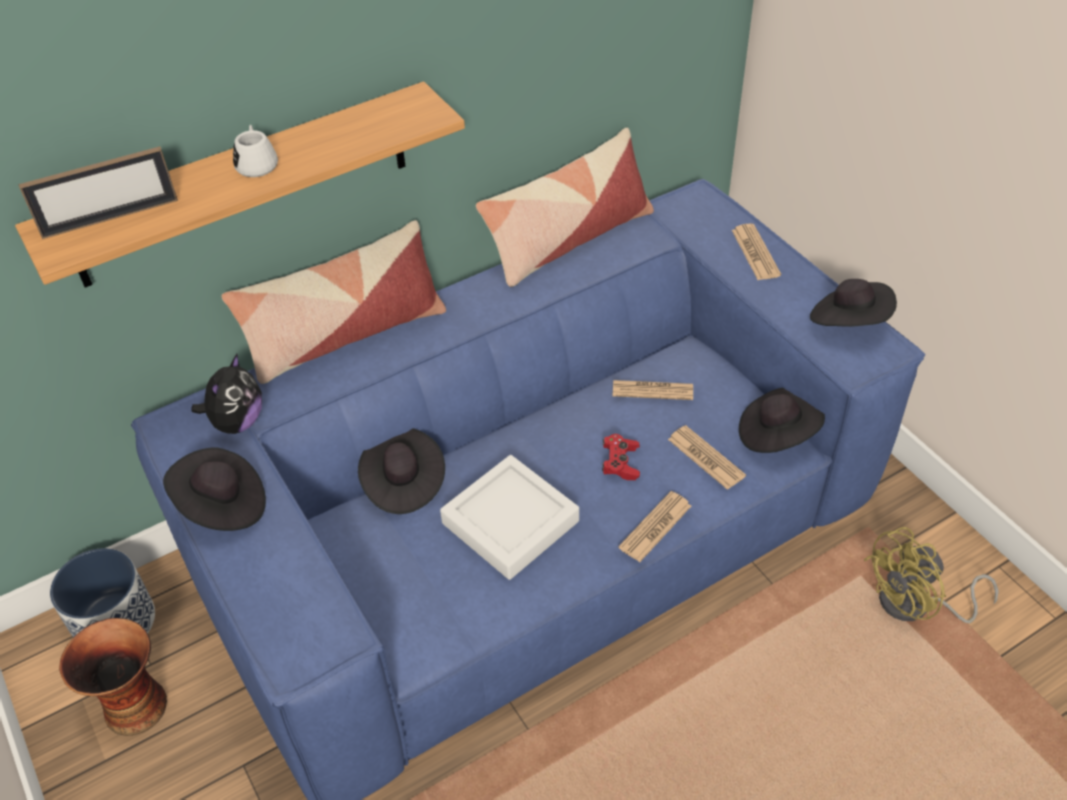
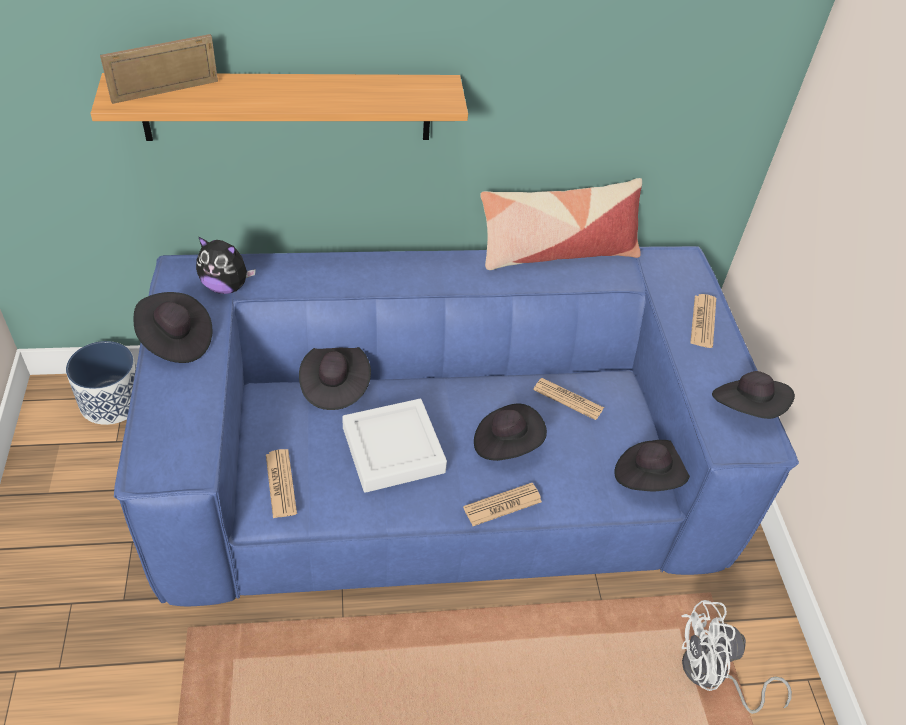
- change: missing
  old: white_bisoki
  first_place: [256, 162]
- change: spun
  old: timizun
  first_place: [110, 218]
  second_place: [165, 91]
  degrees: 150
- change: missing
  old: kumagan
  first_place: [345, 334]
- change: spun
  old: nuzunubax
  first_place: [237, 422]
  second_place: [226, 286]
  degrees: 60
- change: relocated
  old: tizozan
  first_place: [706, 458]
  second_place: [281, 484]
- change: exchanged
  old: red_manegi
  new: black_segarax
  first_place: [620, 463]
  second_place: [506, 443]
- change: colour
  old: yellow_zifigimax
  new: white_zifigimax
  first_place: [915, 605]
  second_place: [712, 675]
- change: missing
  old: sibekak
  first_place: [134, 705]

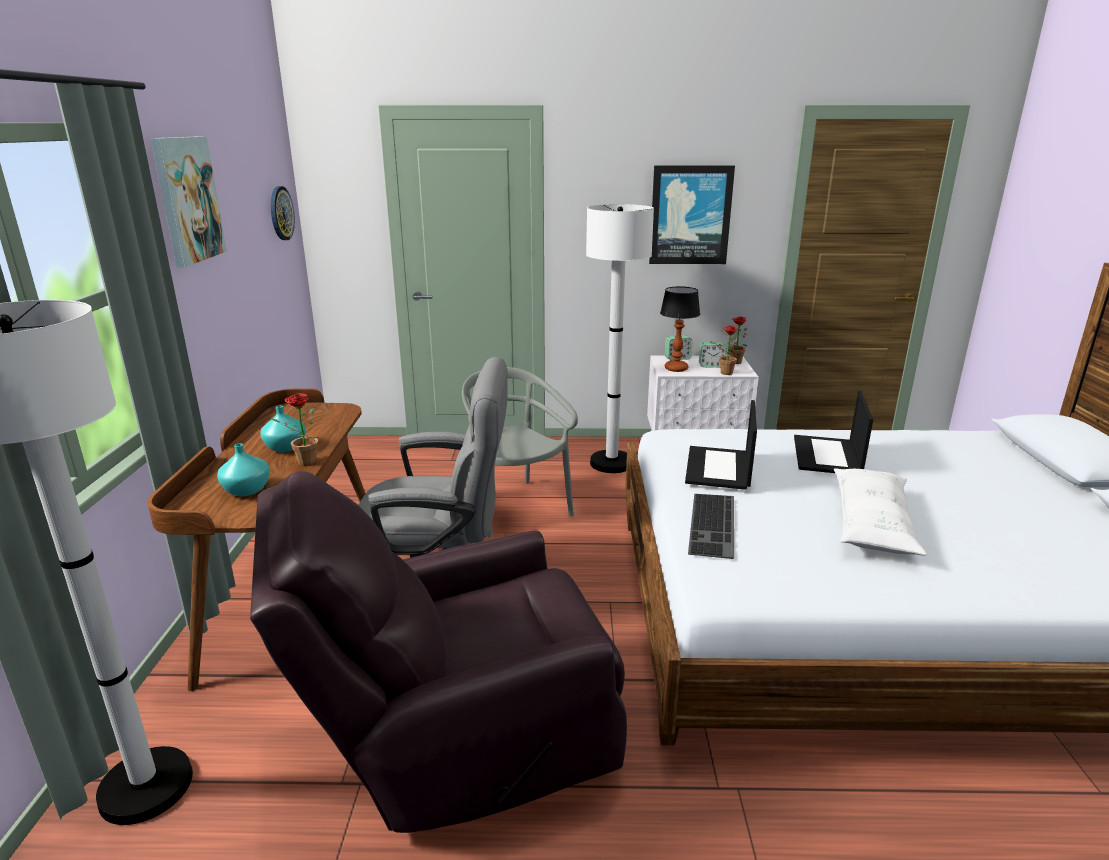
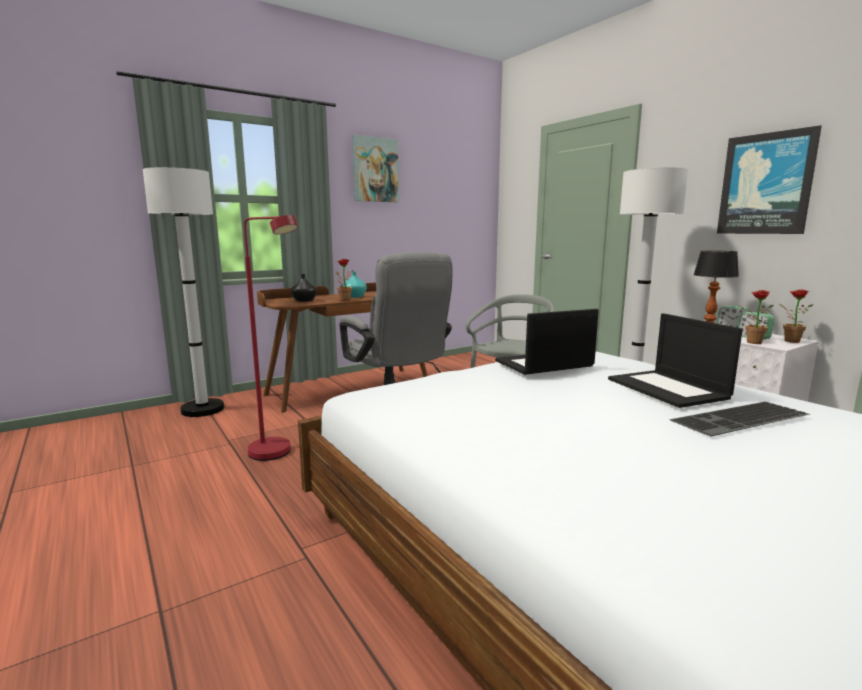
- change: missing
  old: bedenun
  first_place: [281, 213]
- change: spun
  old: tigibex
  first_place: [827, 456]
  second_place: [668, 389]
  degrees: -90
- change: colour
  old: turquoise_sibekak
  new: black_sibekak
  first_place: [246, 491]
  second_place: [304, 300]
- change: missing
  old: white_kumagan
  first_place: [872, 524]
- change: exchanged
  old: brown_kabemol
  new: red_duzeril
  first_place: [457, 741]
  second_place: [277, 454]
- change: relocated
  old: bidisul
  first_place: [714, 525]
  second_place: [741, 419]

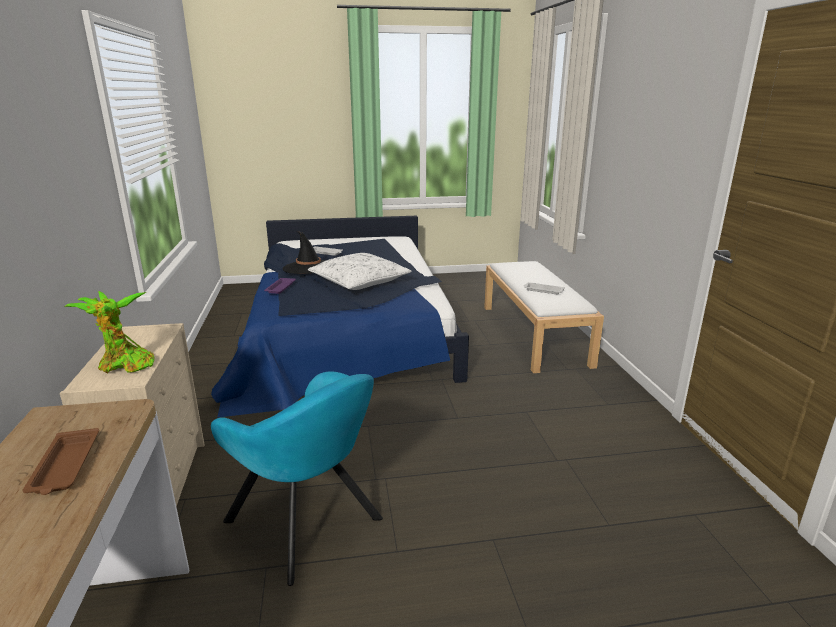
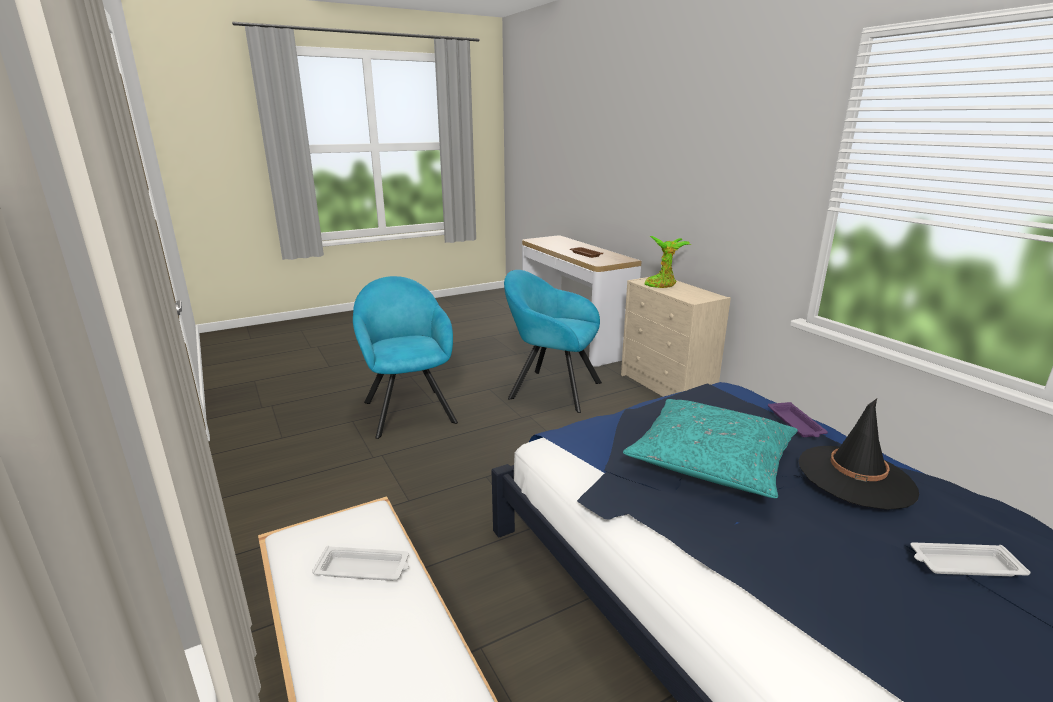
- change: colour
  old: white_kumagan
  new: turquoise_kumagan
  first_place: [359, 281]
  second_place: [710, 460]
- change: appeared
  new: turquoise_kabemol
  second_place: [408, 409]

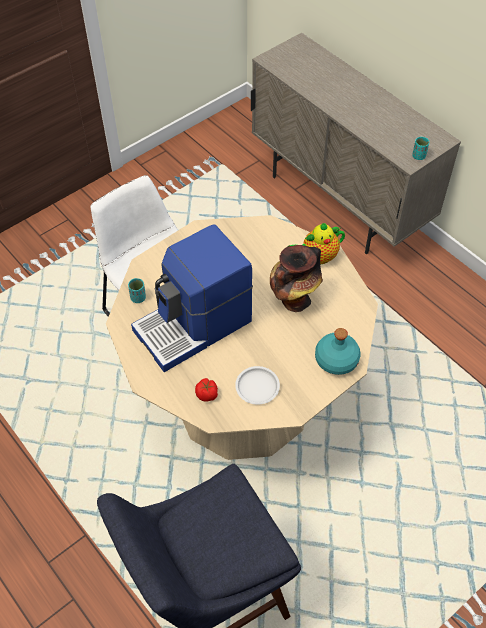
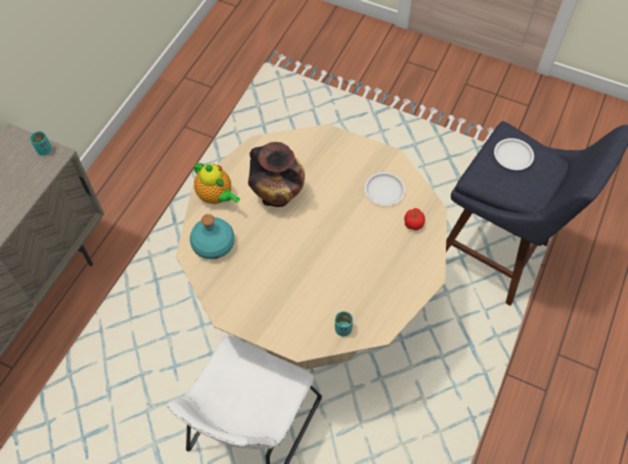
- change: missing
  old: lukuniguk
  first_place: [194, 326]
- change: relocated
  old: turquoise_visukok
  first_place: [336, 359]
  second_place: [213, 244]
- change: appeared
  new: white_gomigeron
  second_place: [513, 156]

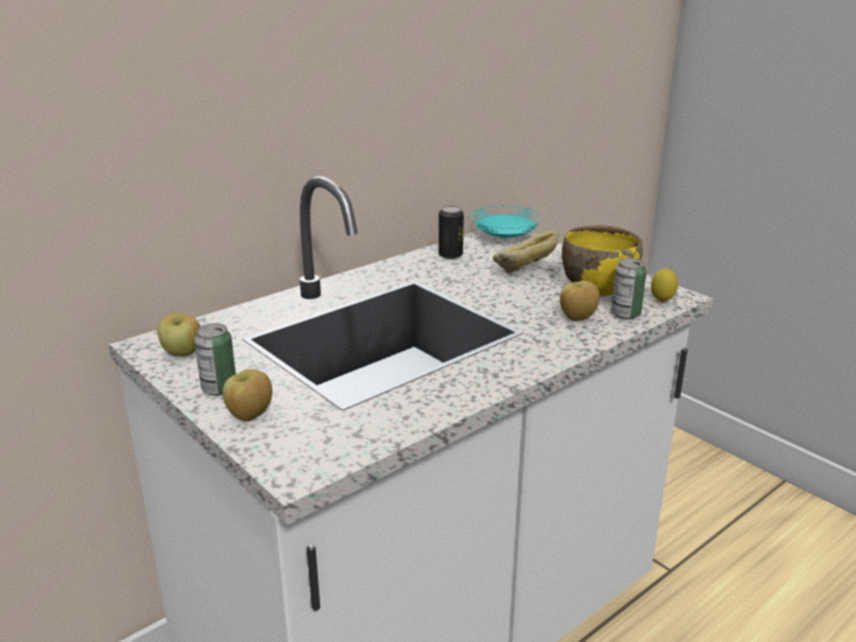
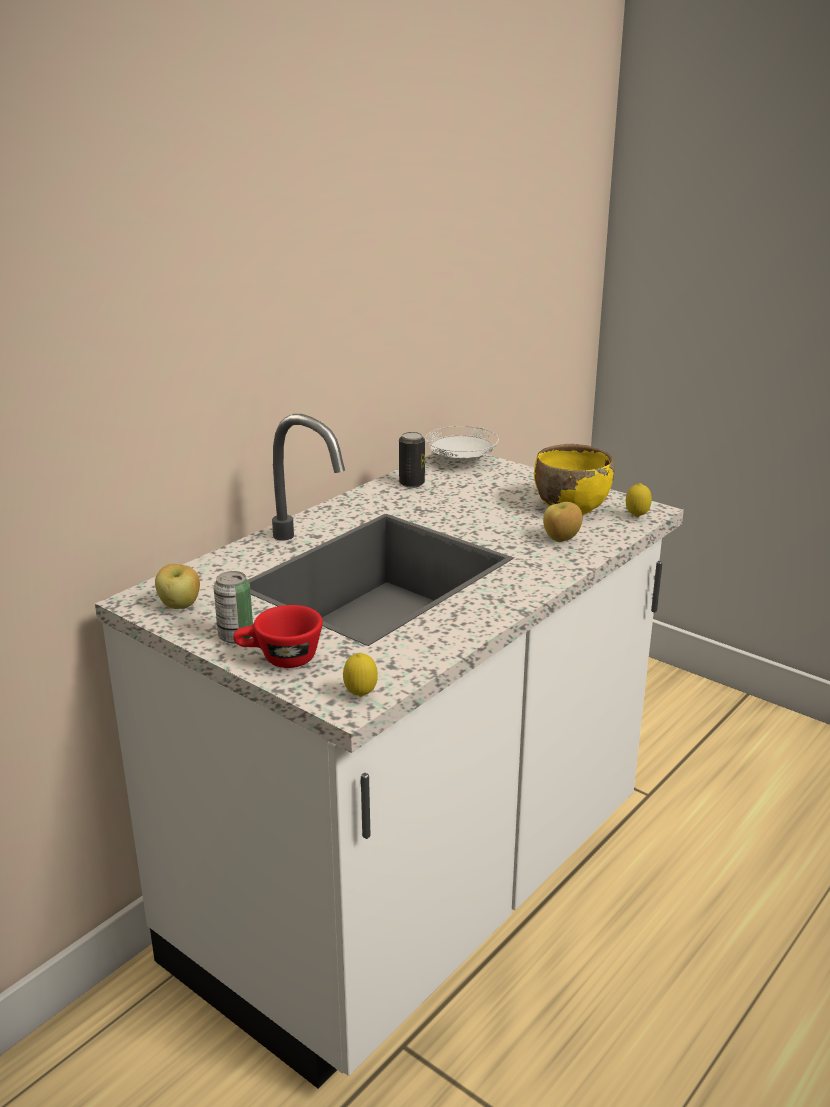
- change: colour
  old: turquoise_gomigeron
  new: white_gomigeron
  first_place: [504, 238]
  second_place: [460, 461]
- change: missing
  old: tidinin
  first_place: [525, 271]
- change: missing
  old: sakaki
  first_place: [625, 314]
- change: exchanged
  old: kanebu
  new: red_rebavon
  first_place: [250, 416]
  second_place: [279, 659]
- change: appeared
  new: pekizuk
  second_place: [360, 696]

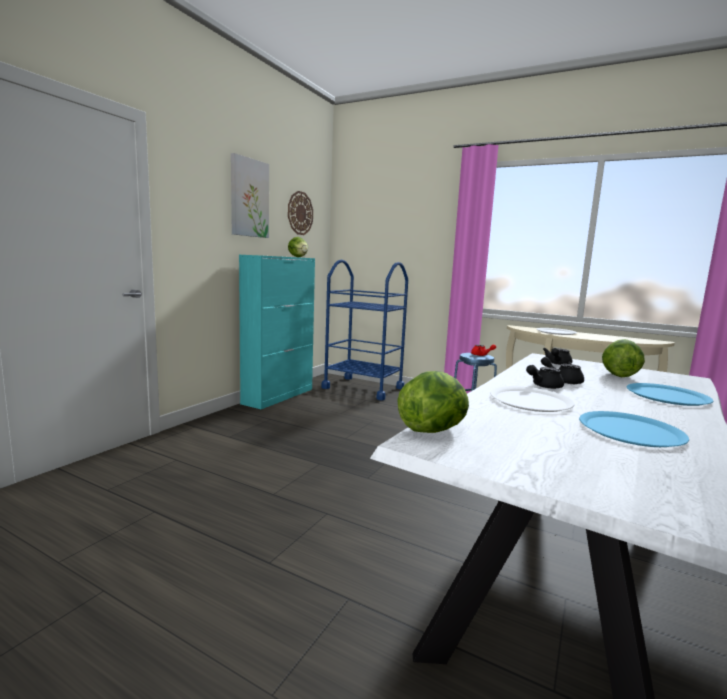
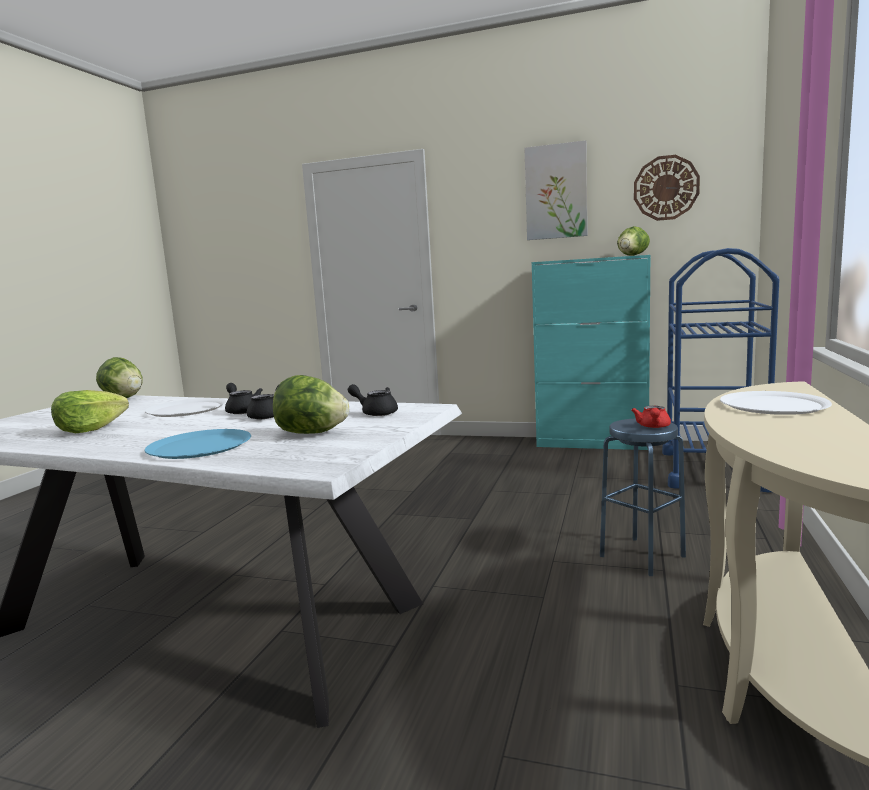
- change: exchanged
  old: blue_gomigeron
  new: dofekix
  first_place: [630, 431]
  second_place: [90, 429]

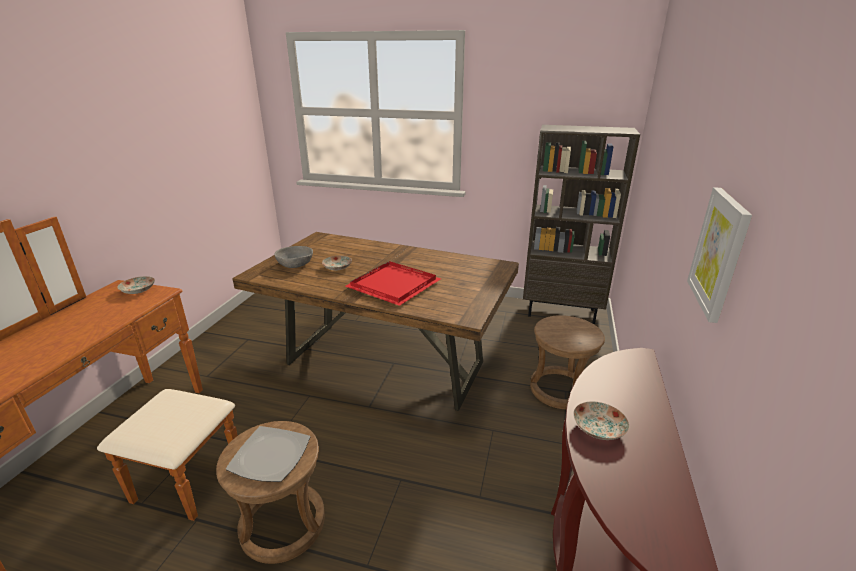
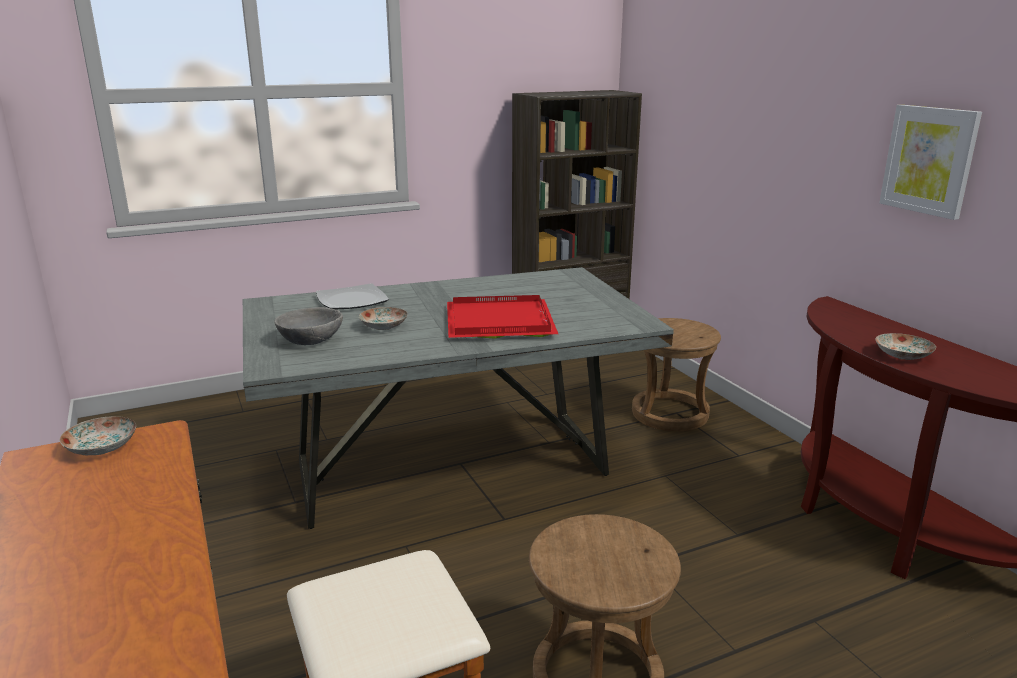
- change: colour
  old: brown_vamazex
  new: grey_vamazex
  first_place: [384, 364]
  second_place: [449, 469]
- change: relocated
  old: gomigeron
  first_place: [270, 455]
  second_place: [351, 300]

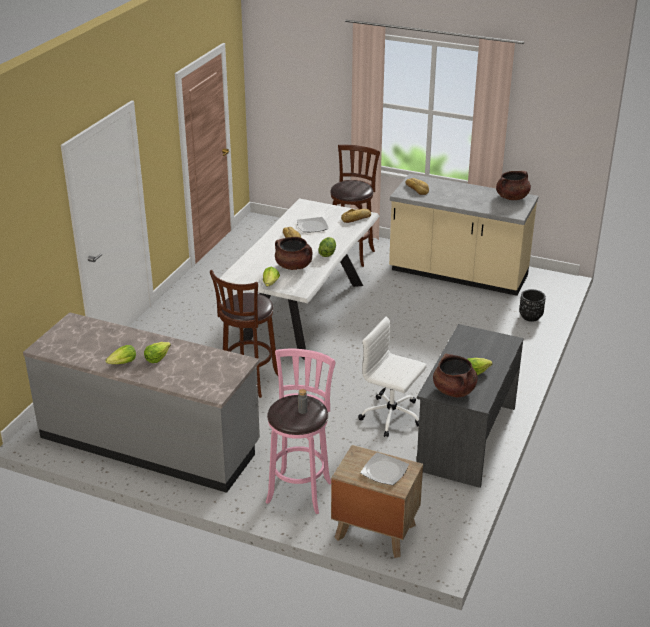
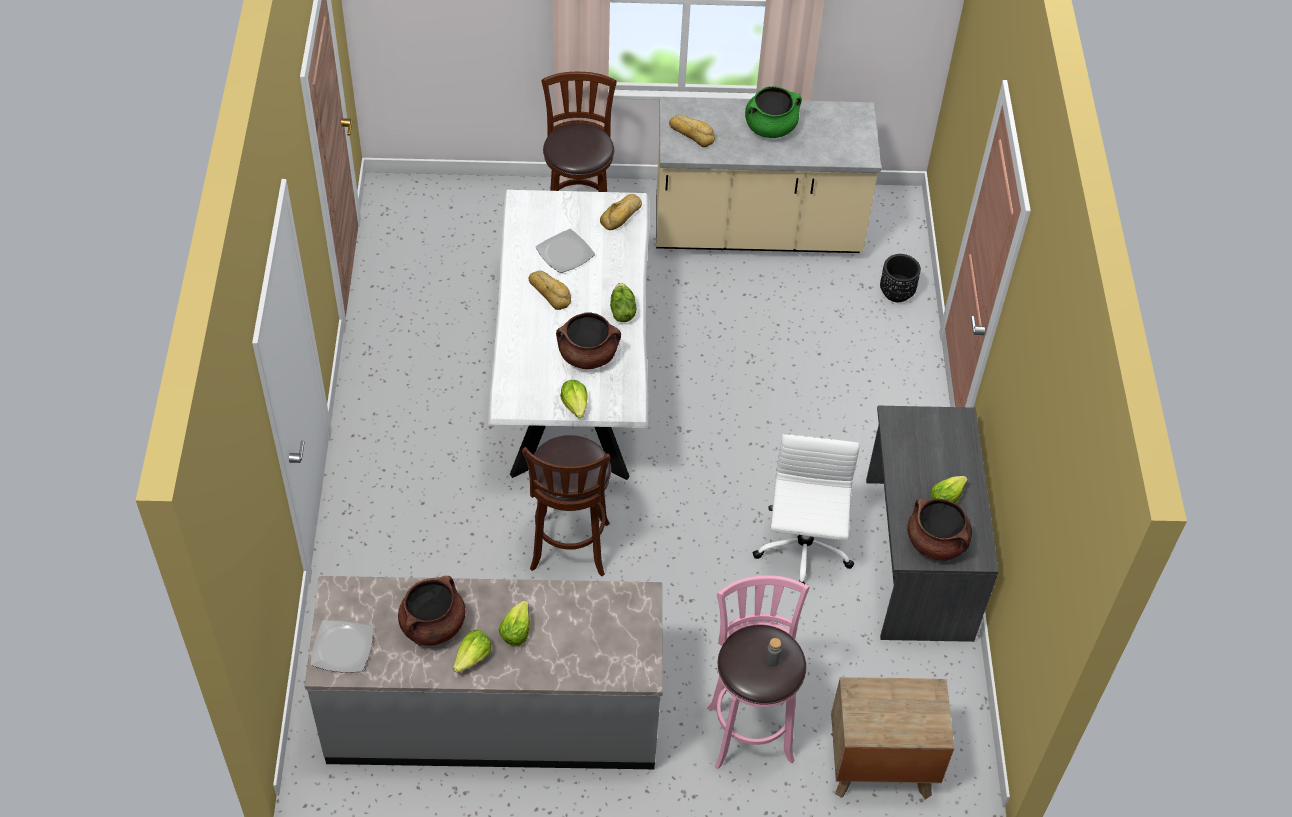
- change: relocated
  old: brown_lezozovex
  first_place: [512, 197]
  second_place: [433, 626]
- change: spun
  old: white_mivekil
  first_place: [392, 416]
  second_place: [803, 551]
  degrees: 90
- change: relocated
  old: gomigeron
  first_place: [384, 471]
  second_place: [343, 648]
- change: appeared
  new: green_lezozovex
  second_place: [770, 127]

